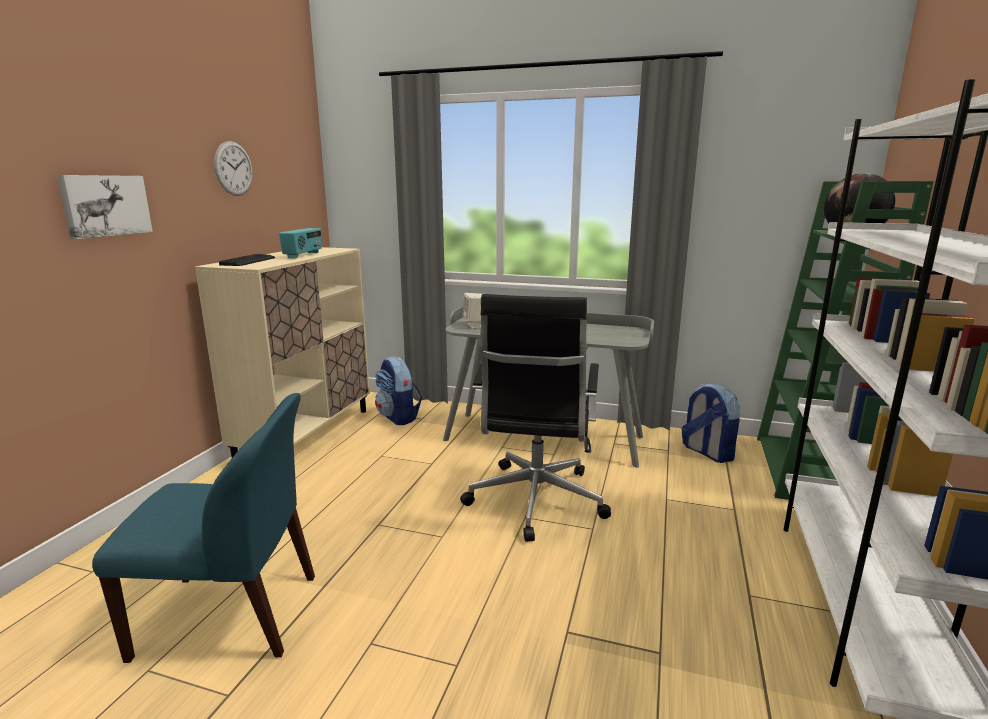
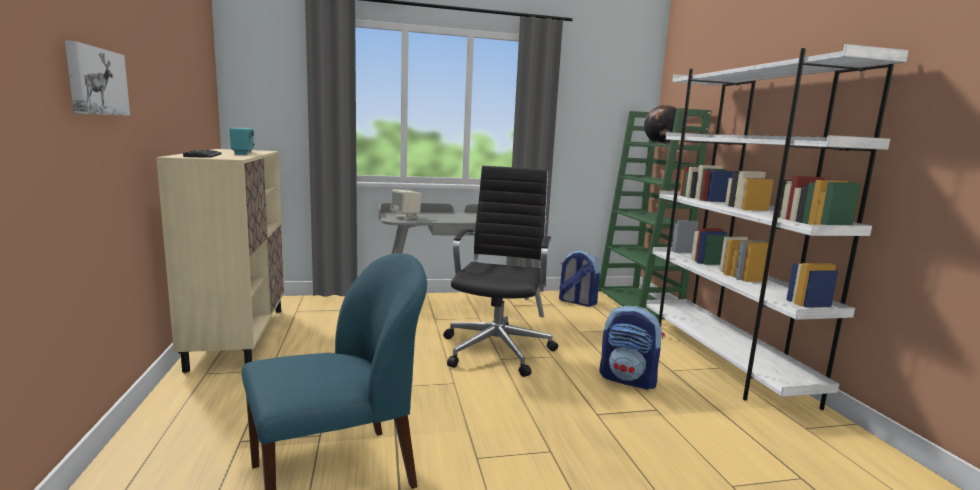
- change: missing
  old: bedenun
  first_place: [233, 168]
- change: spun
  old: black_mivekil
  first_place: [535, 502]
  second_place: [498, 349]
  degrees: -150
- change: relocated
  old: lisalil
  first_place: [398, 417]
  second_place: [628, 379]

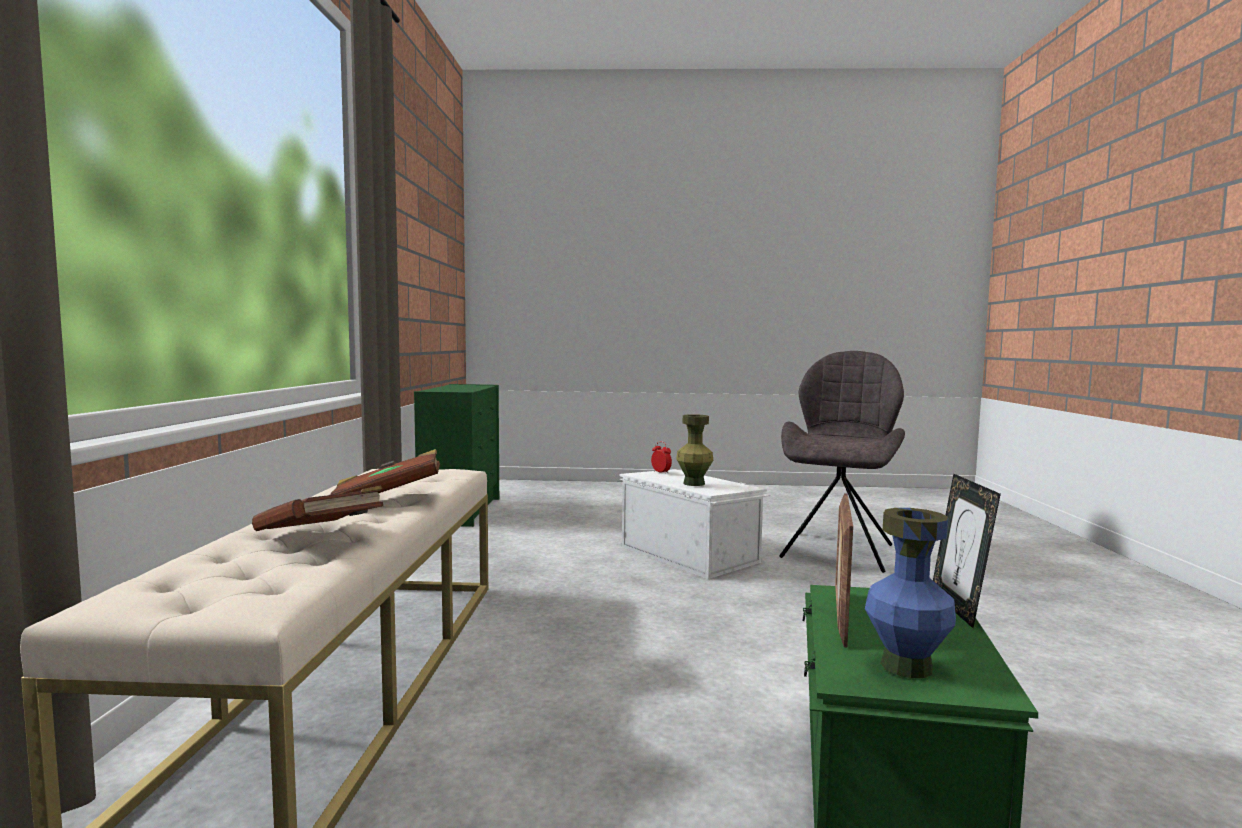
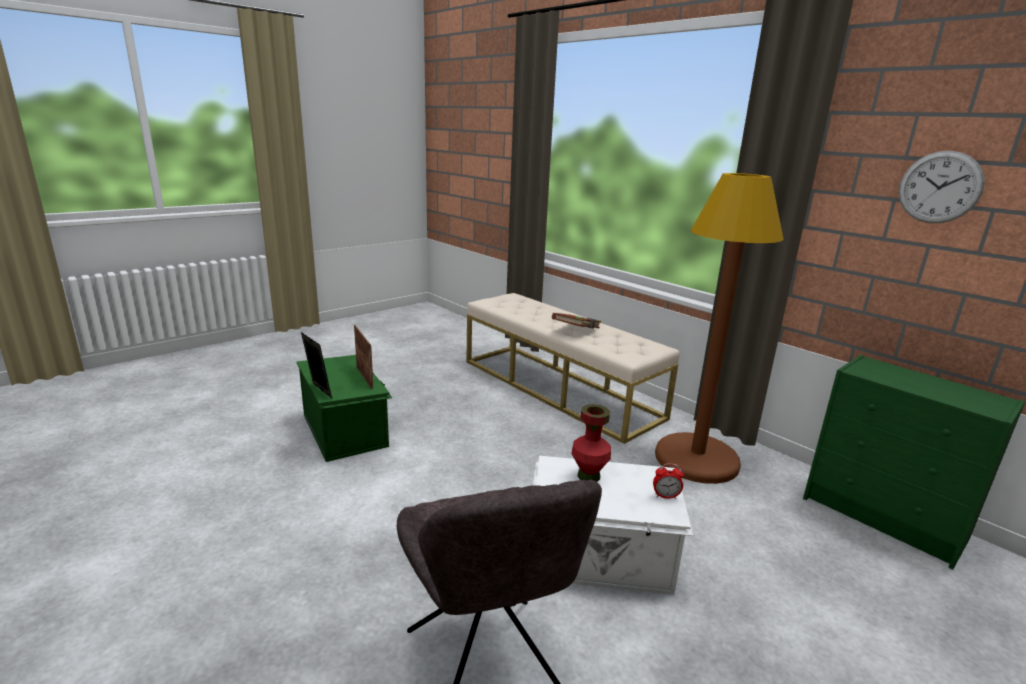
- change: colour
  old: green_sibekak
  new: red_sibekak
  first_place: [694, 483]
  second_place: [589, 476]
- change: missing
  old: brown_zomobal
  first_place: [320, 537]
- change: missing
  old: blue_sibekak
  first_place: [905, 666]
- change: appeared
  new: bedenun
  second_place: [939, 187]
- change: appeared
  new: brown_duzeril
  second_place: [696, 459]

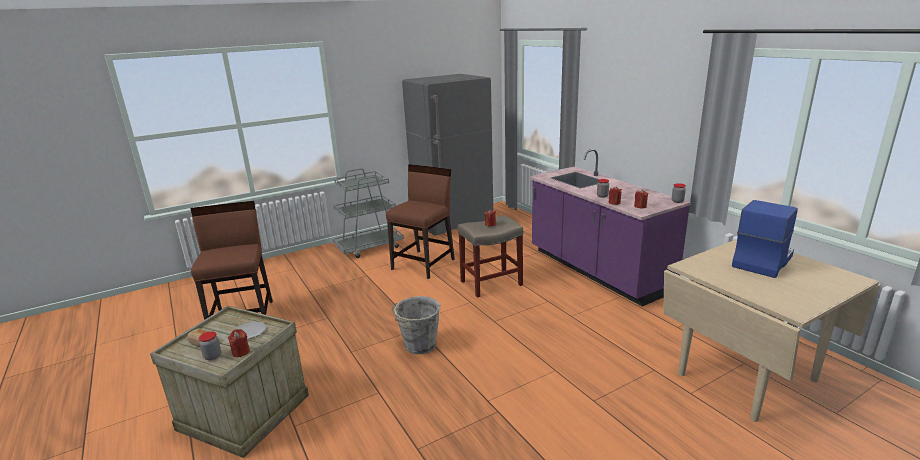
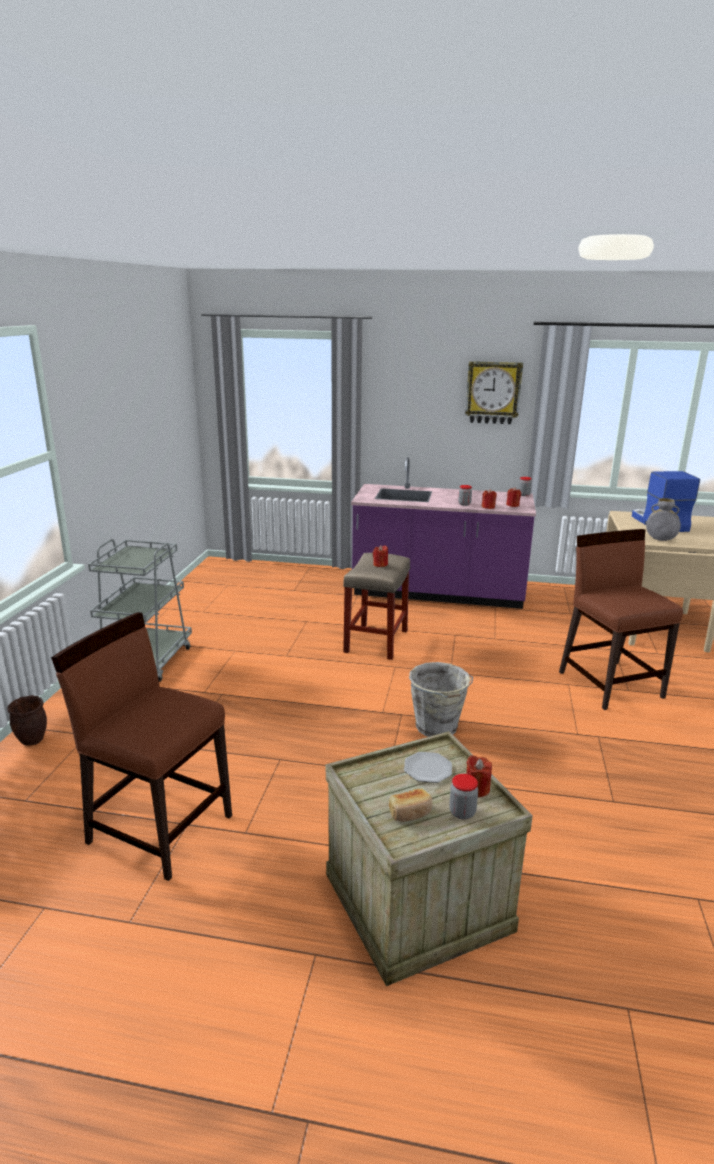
- change: missing
  old: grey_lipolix
  first_place: [453, 224]
- change: relocated
  old: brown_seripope
  first_place: [424, 264]
  second_place: [610, 684]
- change: appeared
  new: bedenun
  second_place: [493, 392]
- change: appeared
  new: grey_sibekak
  second_place: [660, 540]
- change: appeared
  new: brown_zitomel
  second_place: [31, 740]

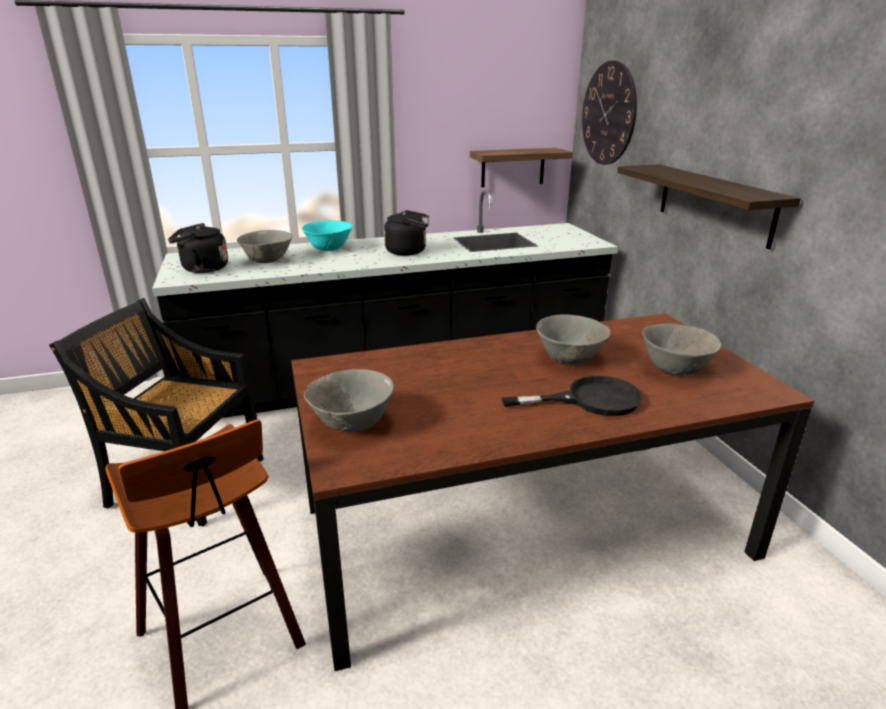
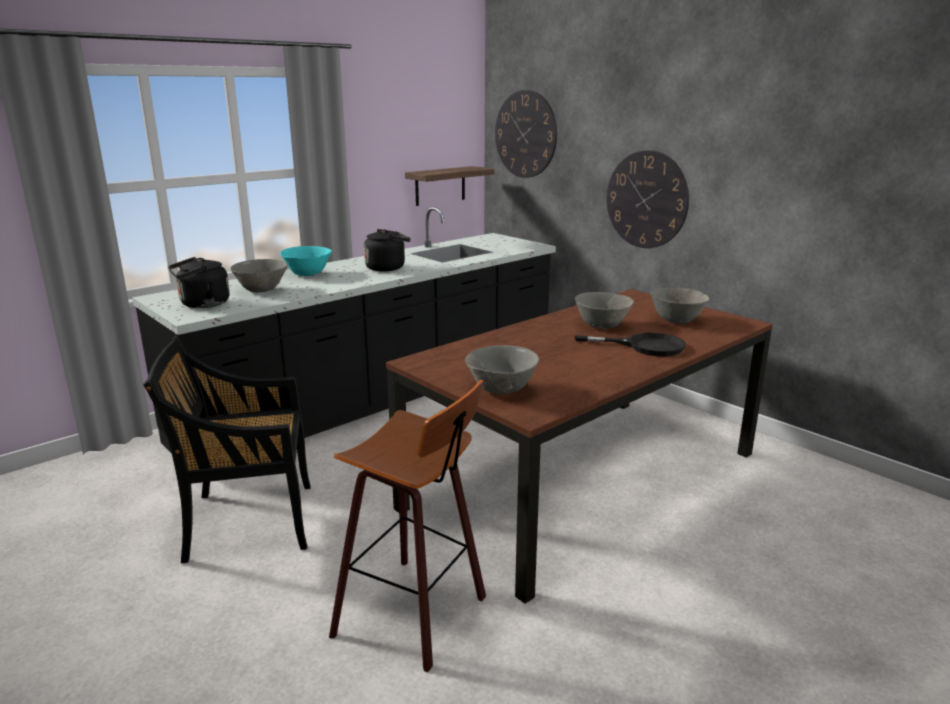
- change: exchanged
  old: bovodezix
  new: bedenun
  first_place: [714, 203]
  second_place: [646, 199]
- change: spun
  old: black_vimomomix
  first_place: [590, 400]
  second_place: [644, 346]
  degrees: 45

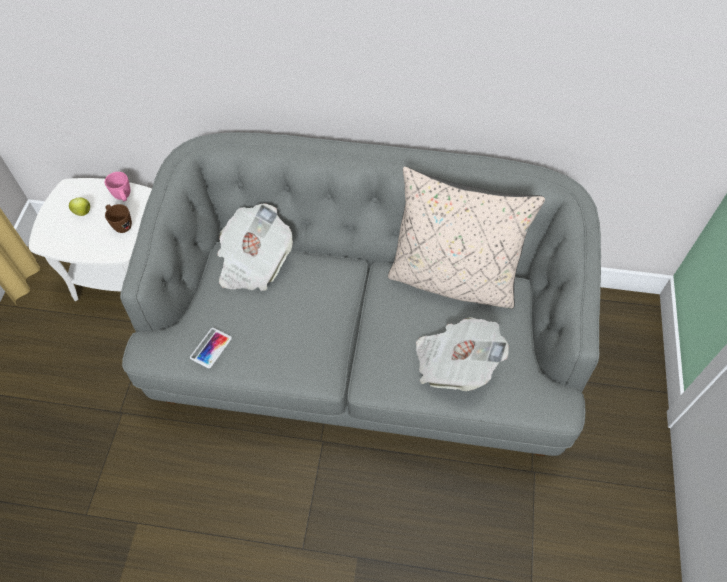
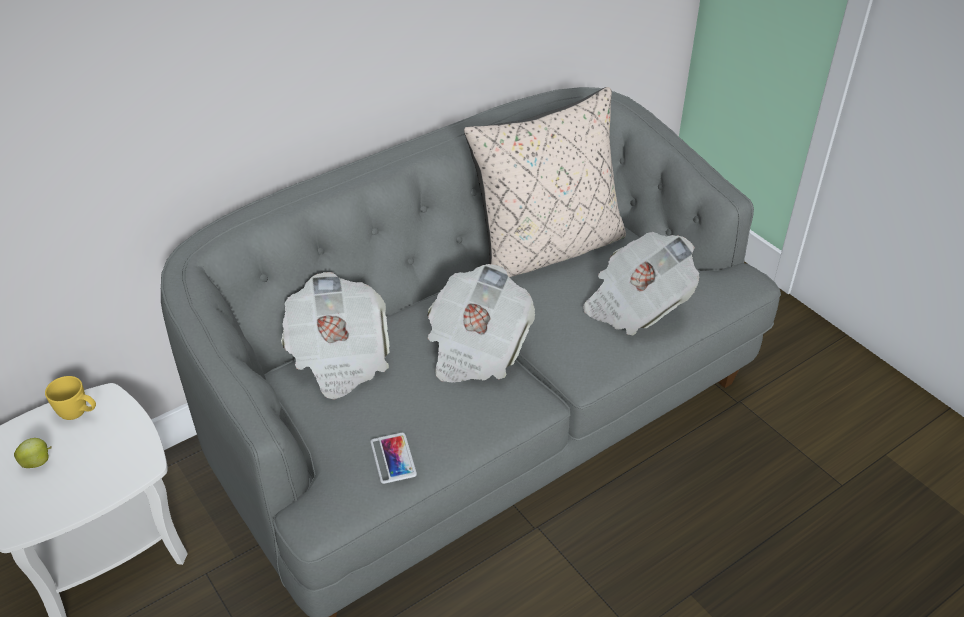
- change: colour
  old: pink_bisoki
  new: yellow_bisoki
  first_place: [124, 198]
  second_place: [79, 414]
- change: missing
  old: brown_bisoki
  first_place: [121, 225]
- change: appeared
  new: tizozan
  second_place: [476, 348]

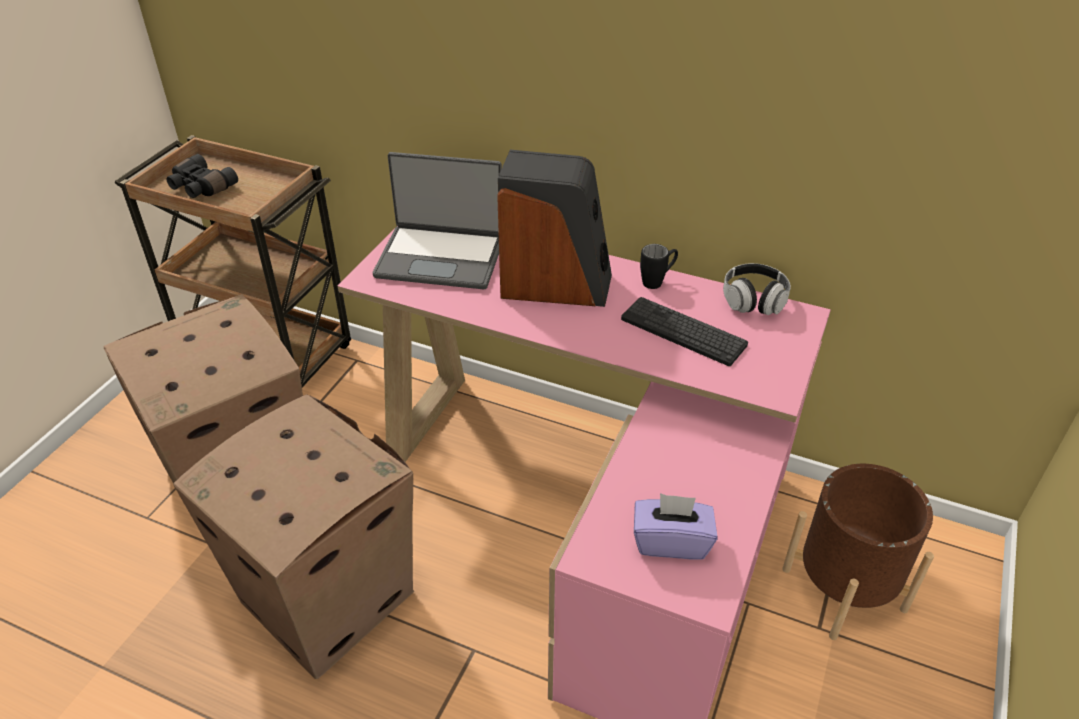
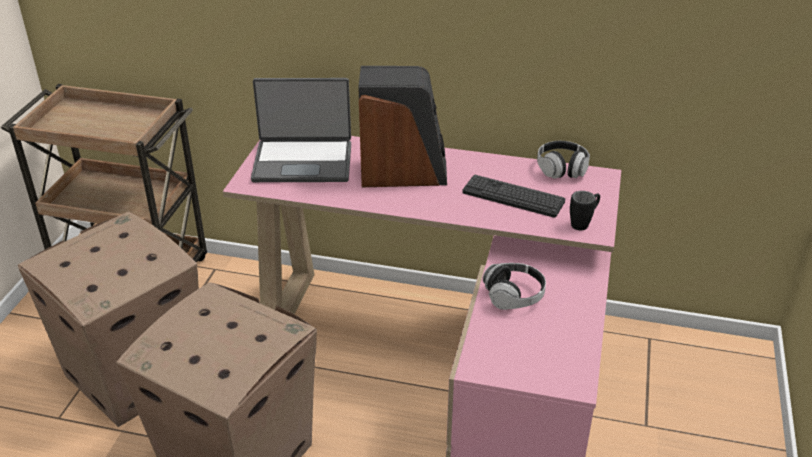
- change: missing
  old: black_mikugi
  first_place: [200, 187]
- change: relocated
  old: black_bisoki
  first_place: [657, 281]
  second_place: [583, 223]
- change: missing
  old: brown_zitomel
  first_place: [843, 589]
- change: missing
  old: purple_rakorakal
  first_place: [671, 541]
- change: appeared
  new: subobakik
  second_place: [514, 296]

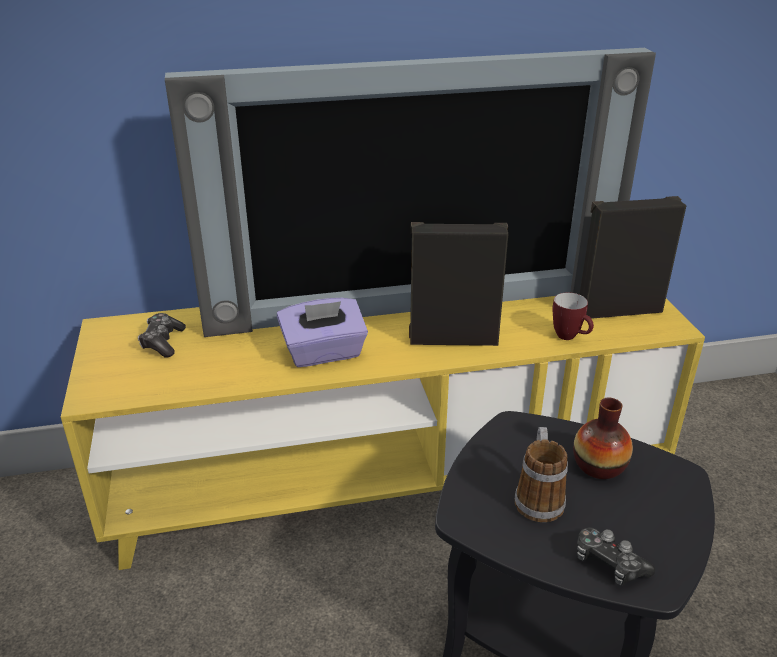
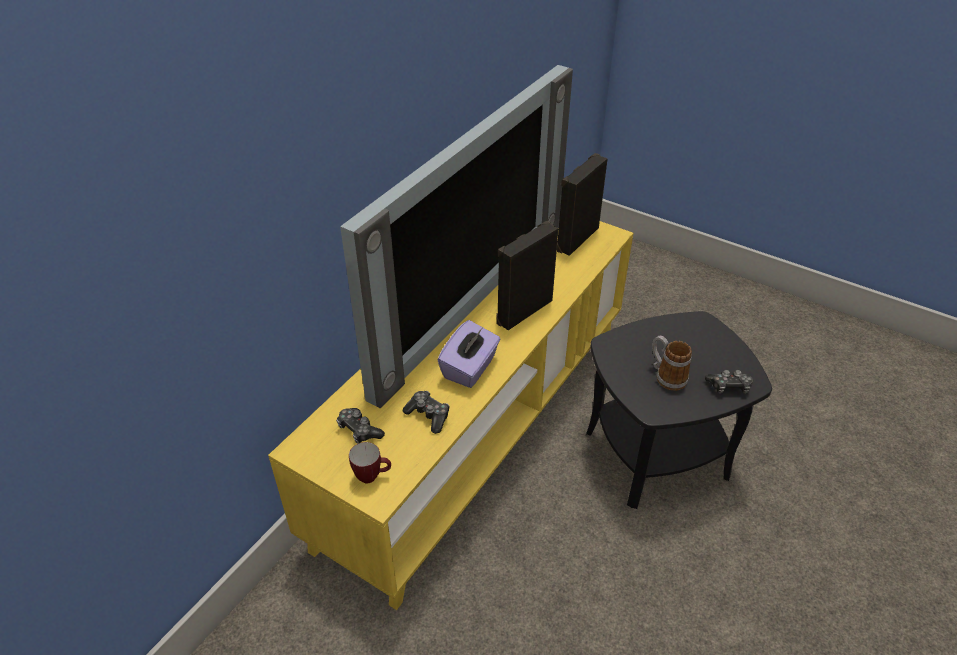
- change: relocated
  old: bisoki
  first_place: [570, 337]
  second_place: [372, 476]
- change: missing
  old: sibekak
  first_place: [599, 465]
- change: appeared
  new: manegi
  second_place: [428, 415]

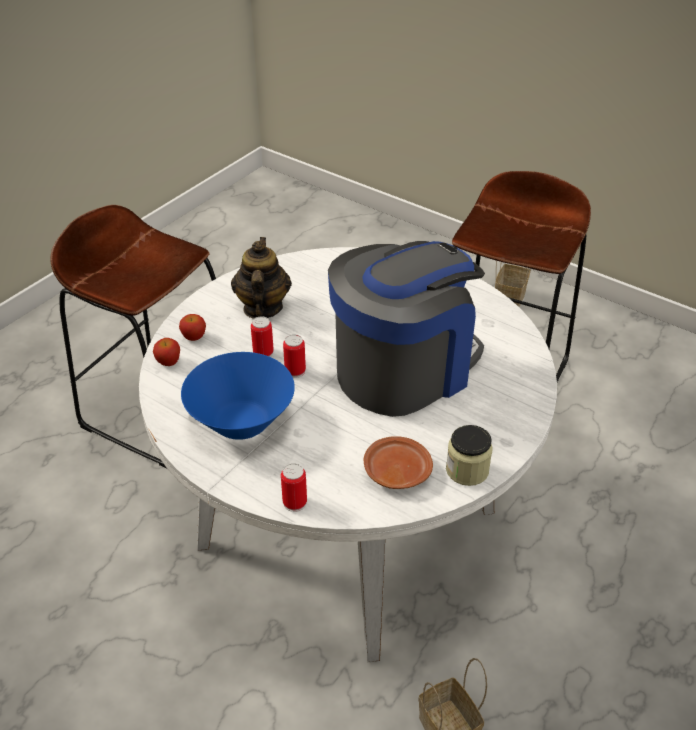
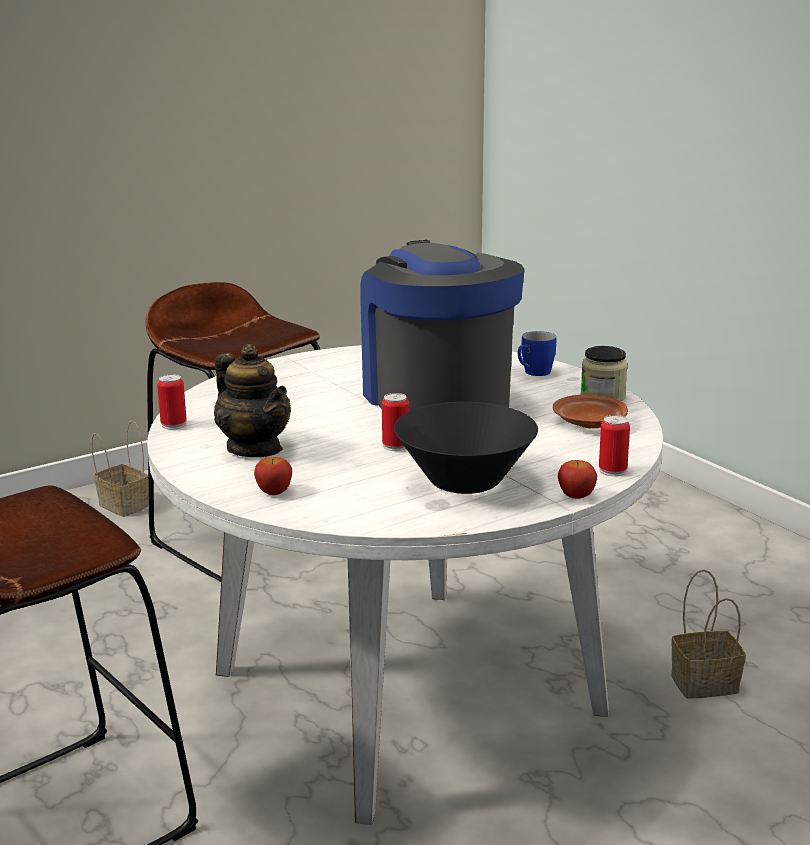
- change: spun
  old: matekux
  first_place: [262, 308]
  second_place: [255, 448]
  degrees: -150
- change: relocated
  old: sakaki
  first_place: [263, 353]
  second_place: [173, 425]
- change: relocated
  old: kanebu
  first_place: [168, 361]
  second_place: [576, 496]
- change: colour
  old: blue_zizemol
  new: black_zizemol
  first_place: [241, 422]
  second_place: [465, 482]
- change: appeared
  new: blue_bisoki
  second_place: [533, 373]

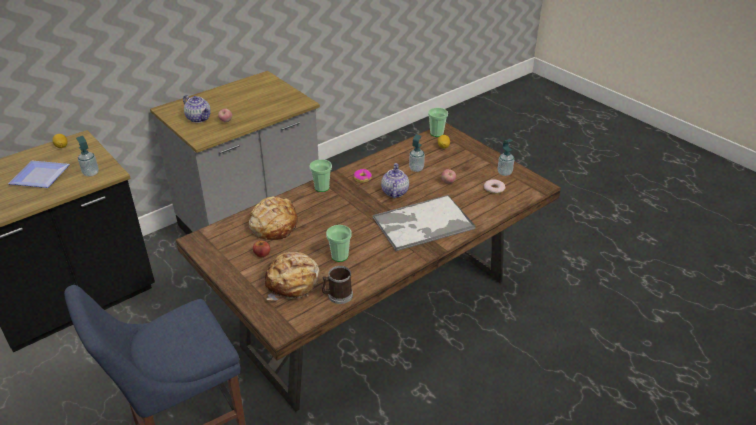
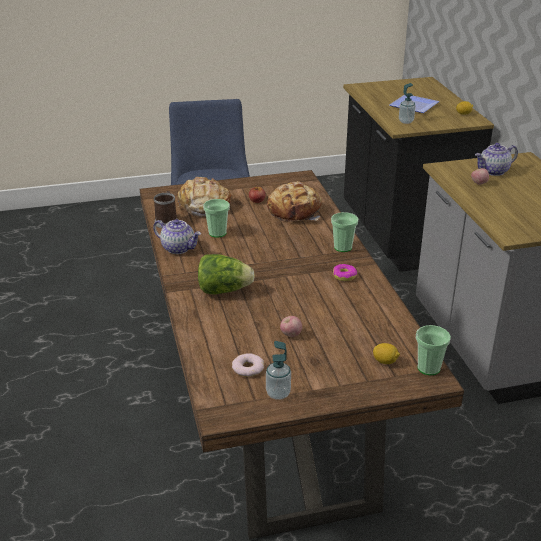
- change: missing
  old: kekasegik
  first_place: [416, 168]
- change: relocated
  old: matekux
  first_place: [394, 192]
  second_place: [178, 248]
- change: exchanged
  old: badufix
  new: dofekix
  first_place: [422, 224]
  second_place: [224, 290]

